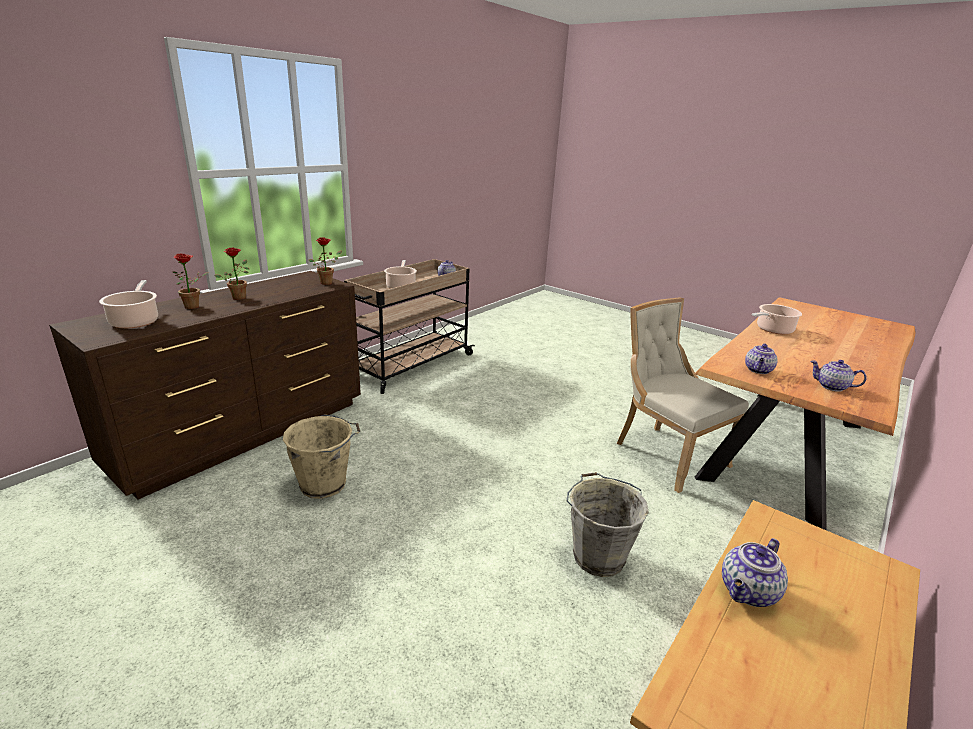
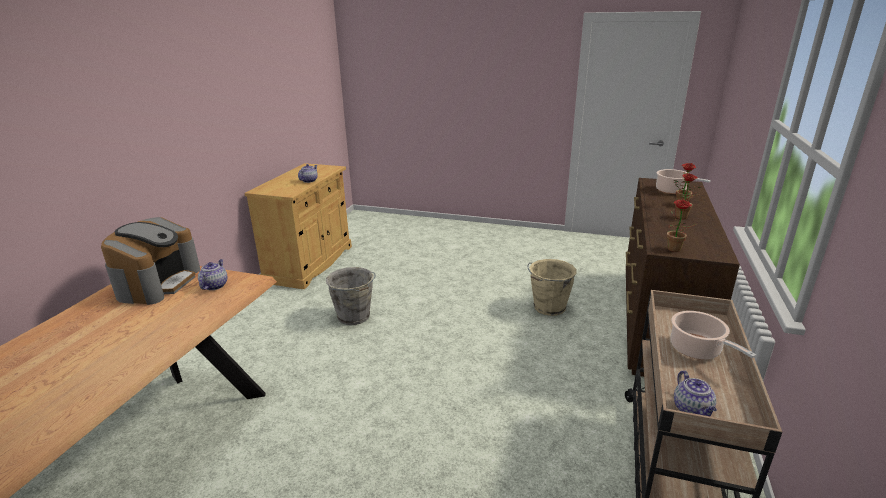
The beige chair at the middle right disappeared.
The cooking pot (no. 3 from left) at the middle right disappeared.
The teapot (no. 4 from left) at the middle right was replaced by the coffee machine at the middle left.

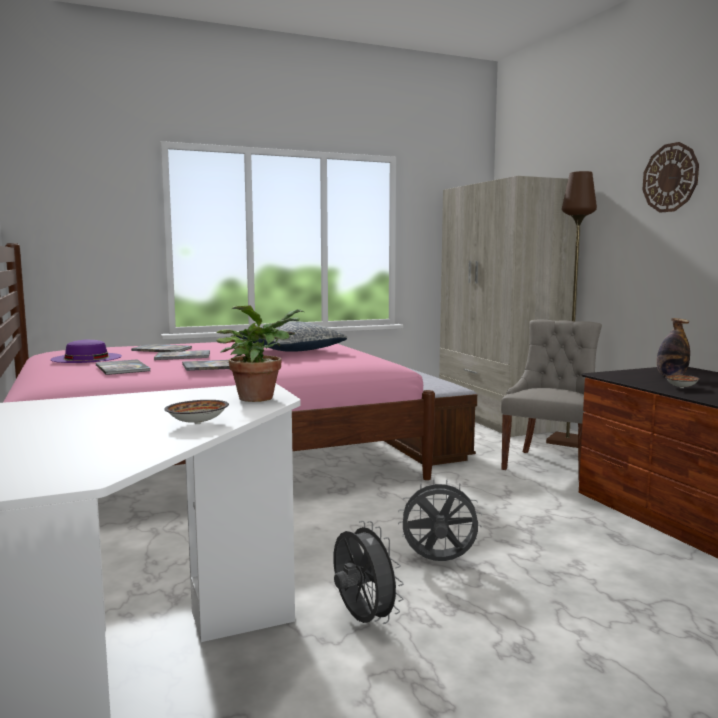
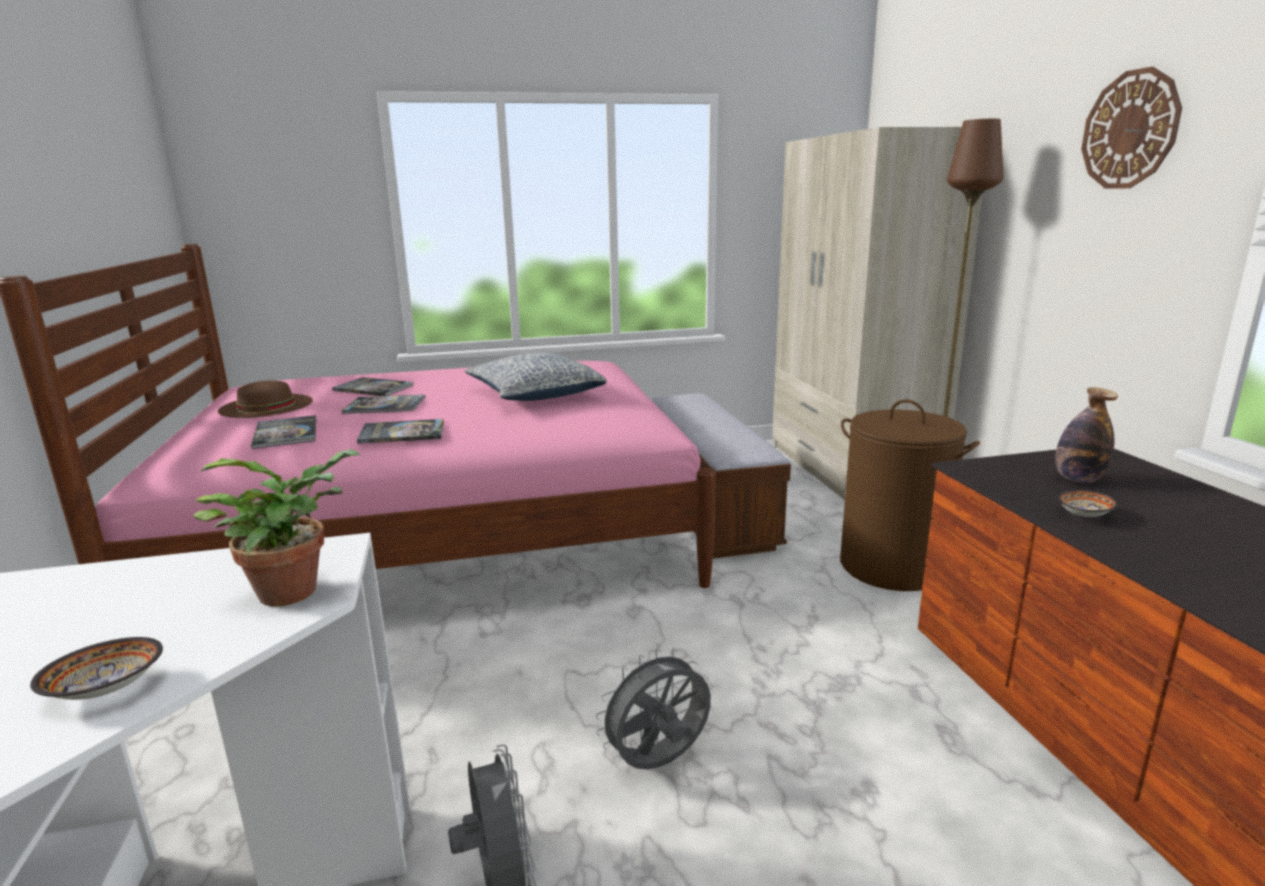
The grey chair at the middle right was replaced by the brown laundry basket at the middle right.
The purple hat at the middle left became the brown hat at the middle left.
The grey fan (no. 2 from left) at the bottom centre turned 45 degrees counterclockwise.

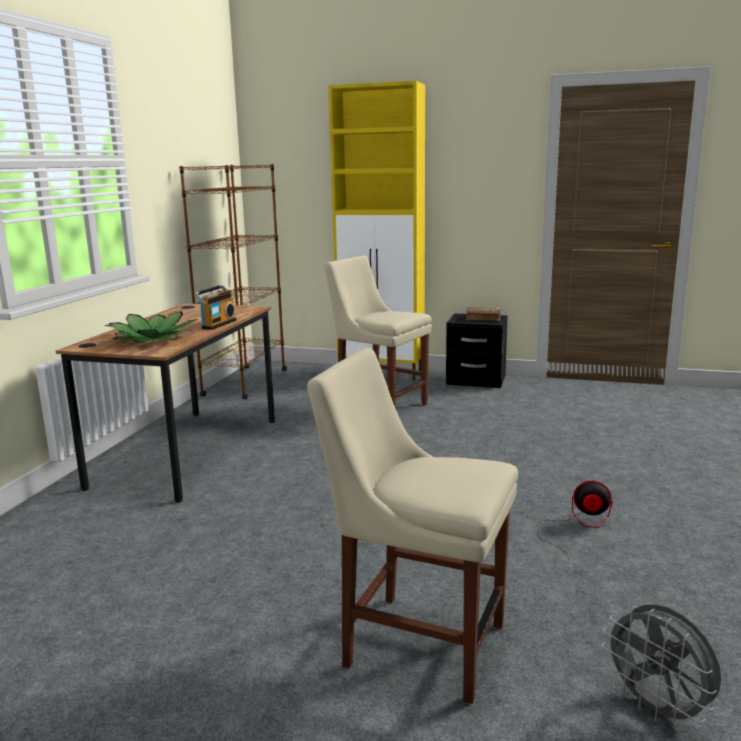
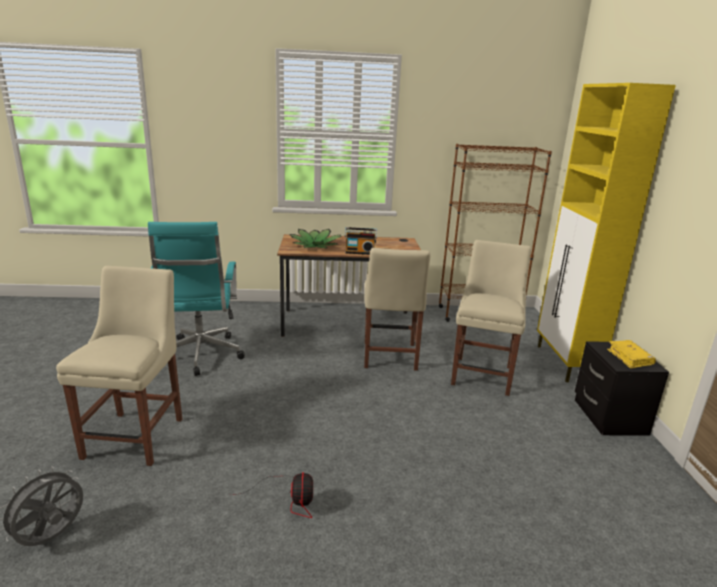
The brown book at the centre became the yellow book at the middle right.
The turquoise office chair at the middle left appeared.
The beige chair (no. 2 from left) at the centre appeared.

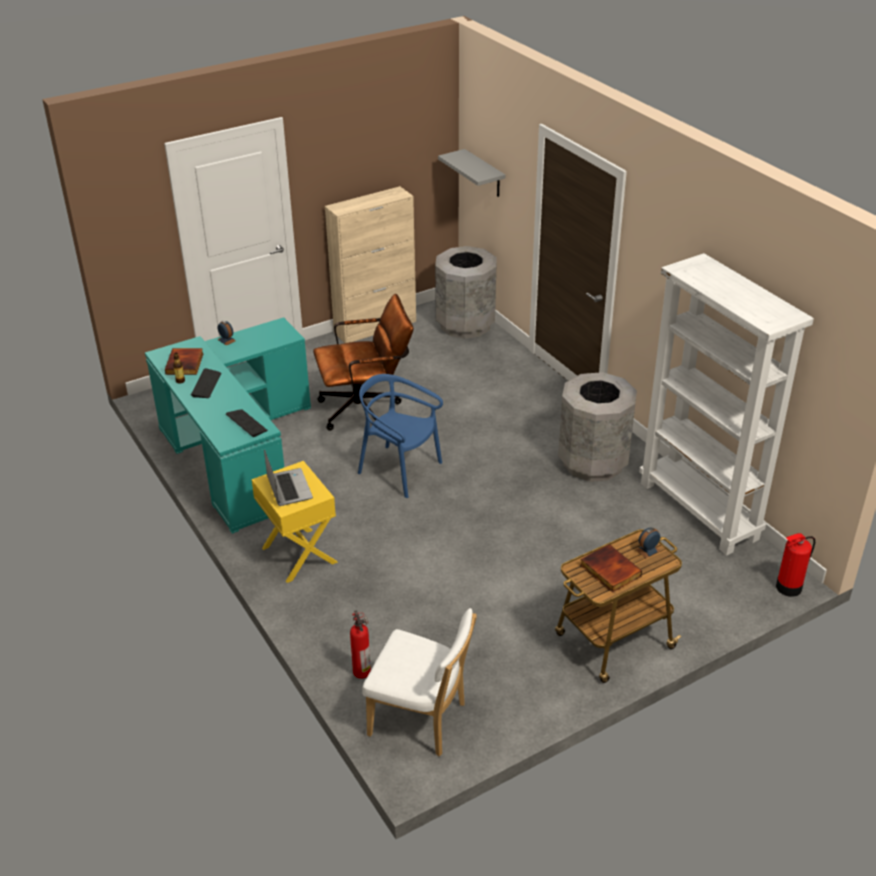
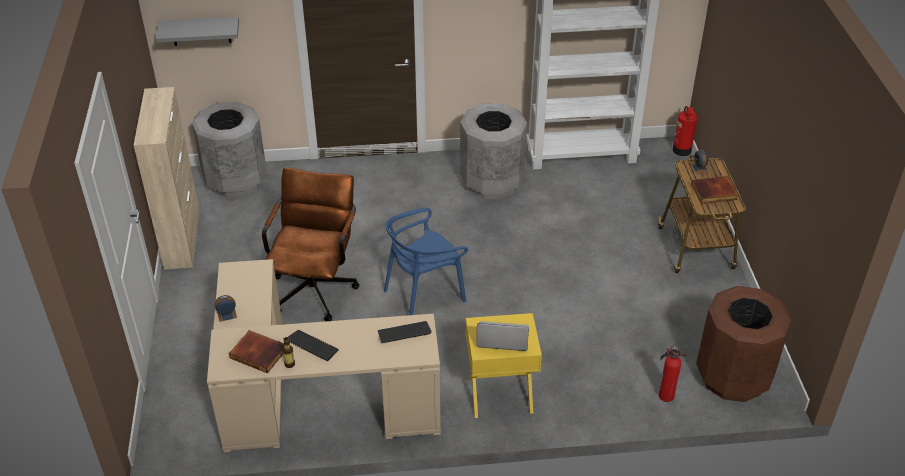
The turquoise desk at the middle left became the beige desk at the bottom centre.
The white chair at the bottom centre was replaced by the brown trash can at the bottom right.

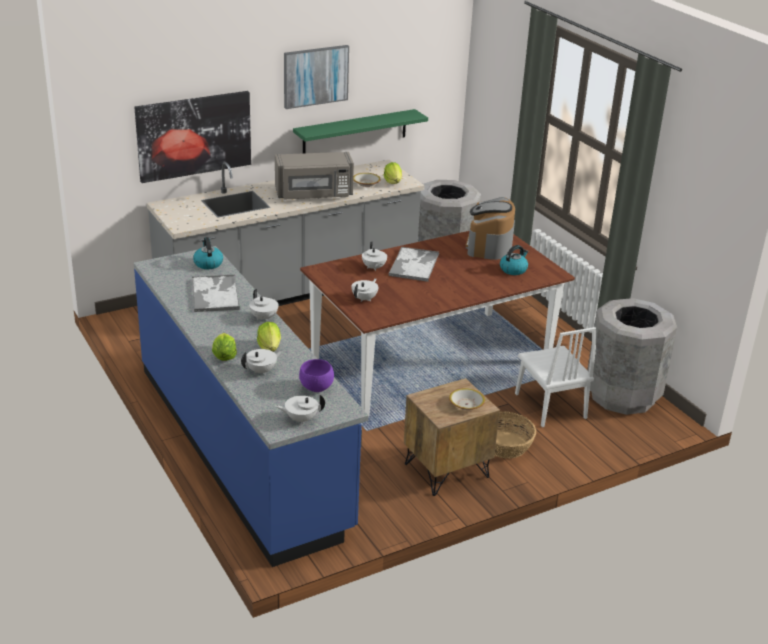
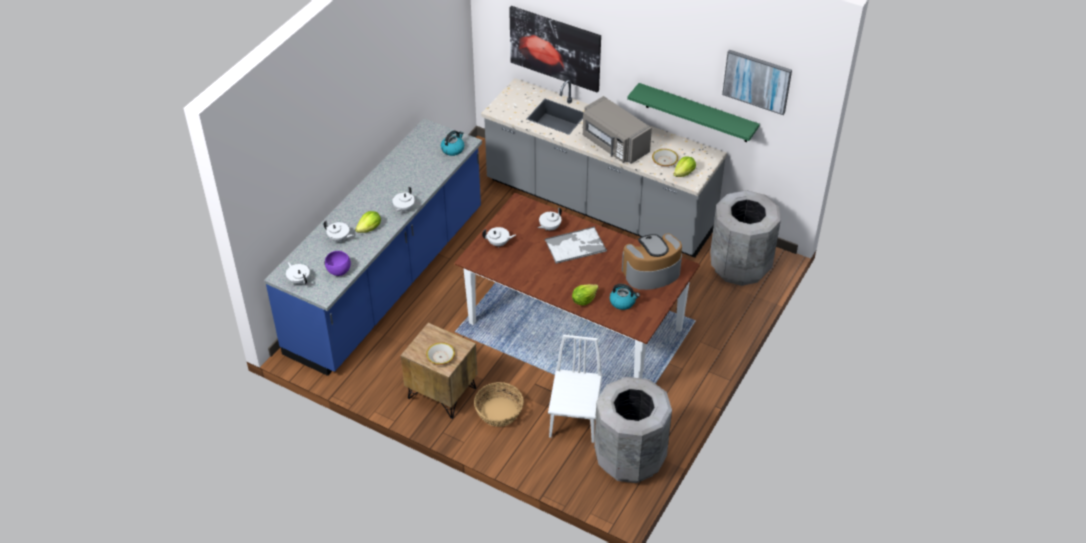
The picture (no. 2 from left) moved from the top centre to the top right.
The tray (no. 1 from left) at the middle left disappeared.
The white chair at the middle right turned 150 degrees clockwise.
The lettuce (no. 1 from left in the first image) moved from the middle left to the centre.

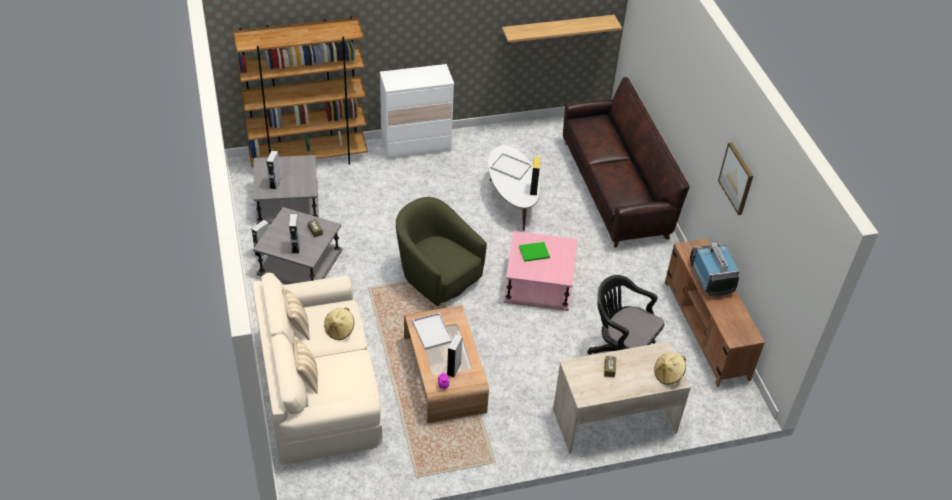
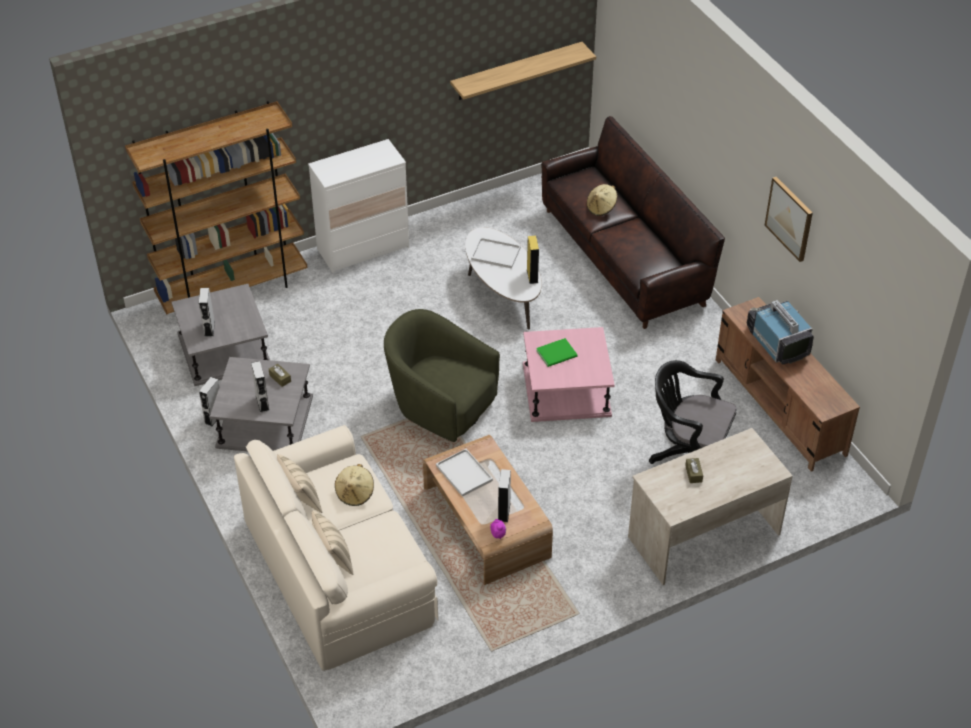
The beige hat (no. 2 from left) moved from the bottom right to the top centre.

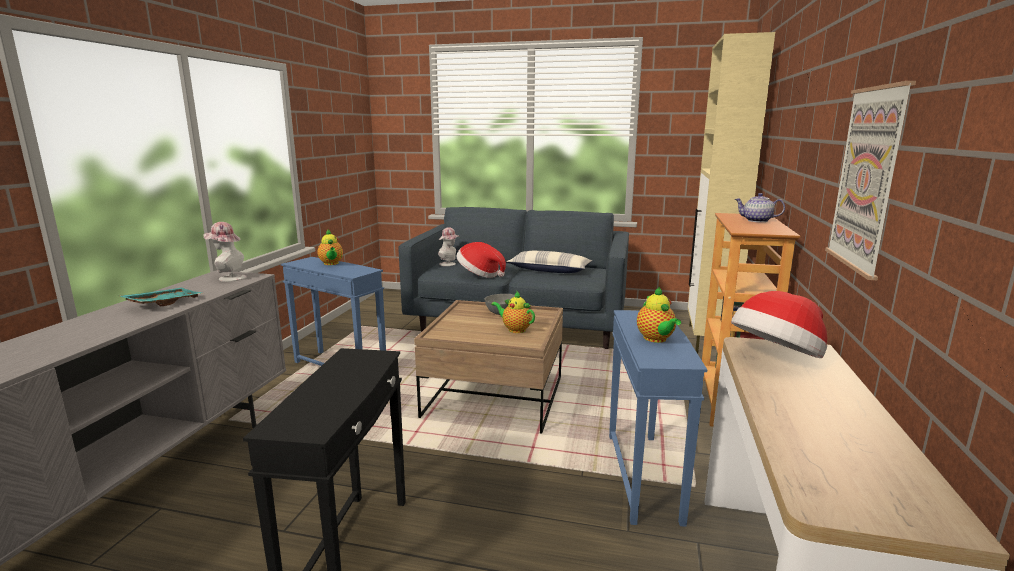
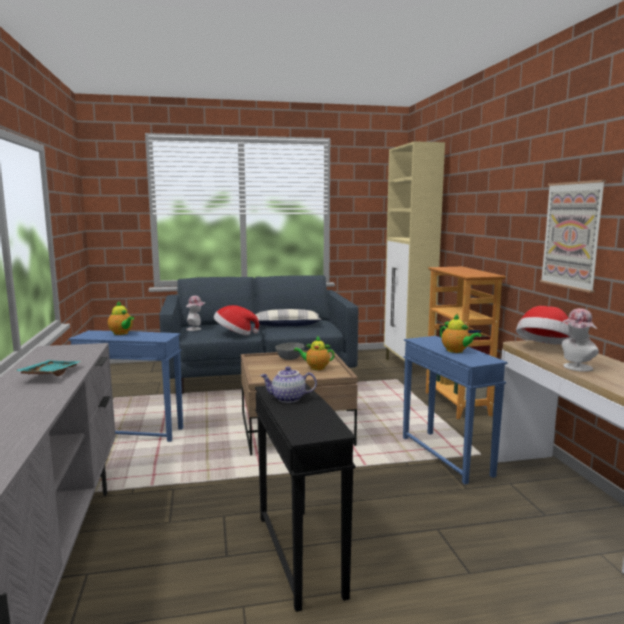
The teapot (no. 4 from left in the first image) moved from the middle right to the centre.
The hat (no. 1 from left in the first image) moved from the middle left to the middle right.

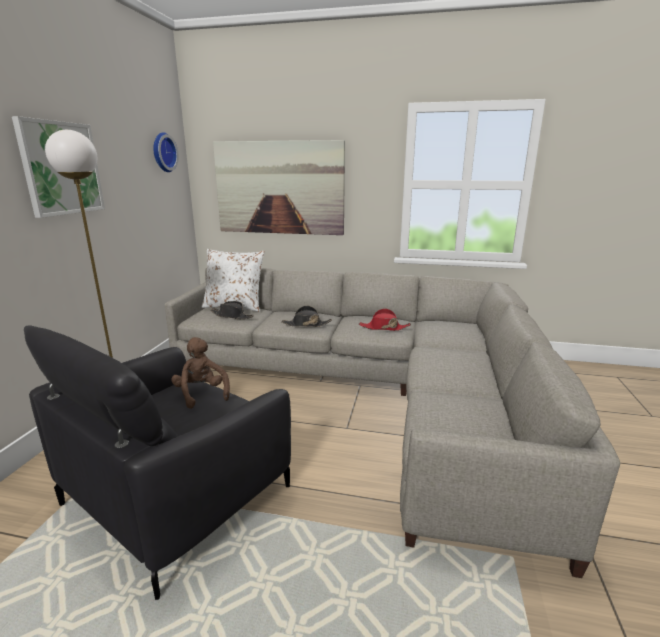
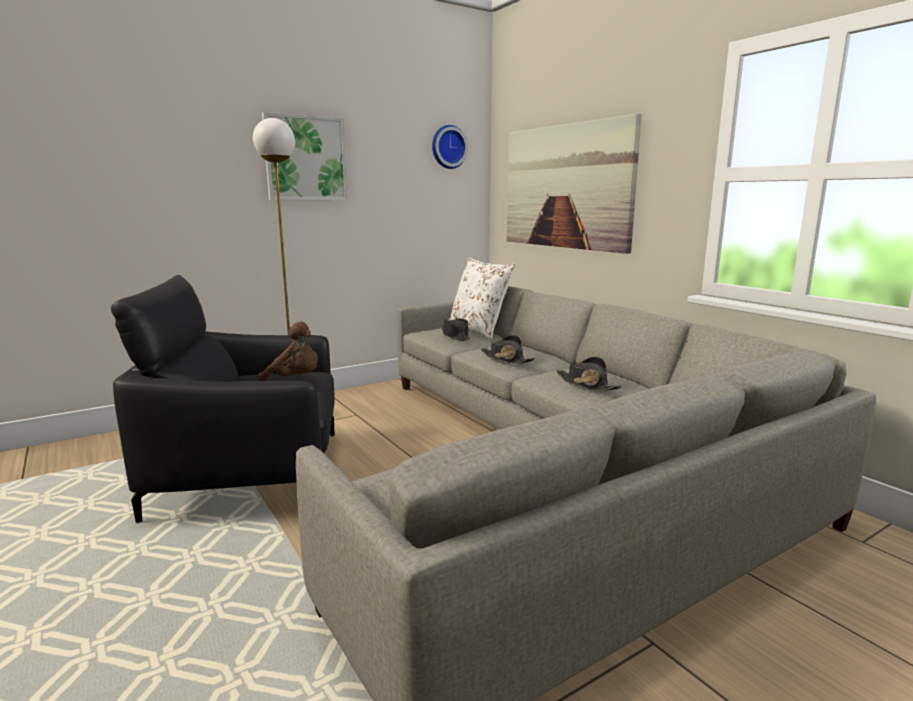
The red hat at the centre became the black hat (no. 3 from left) at the centre.
The brown plush toy at the middle left turned 90 degrees clockwise.

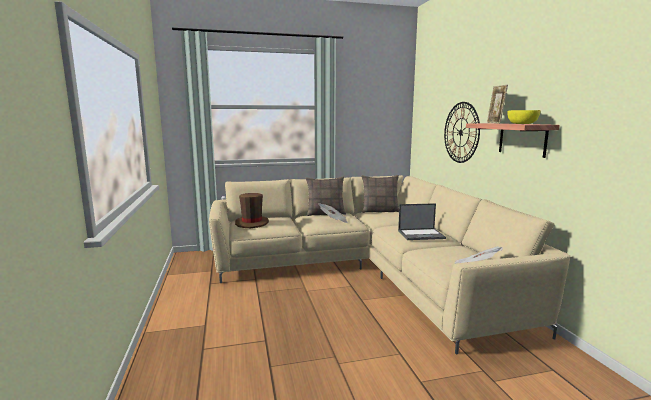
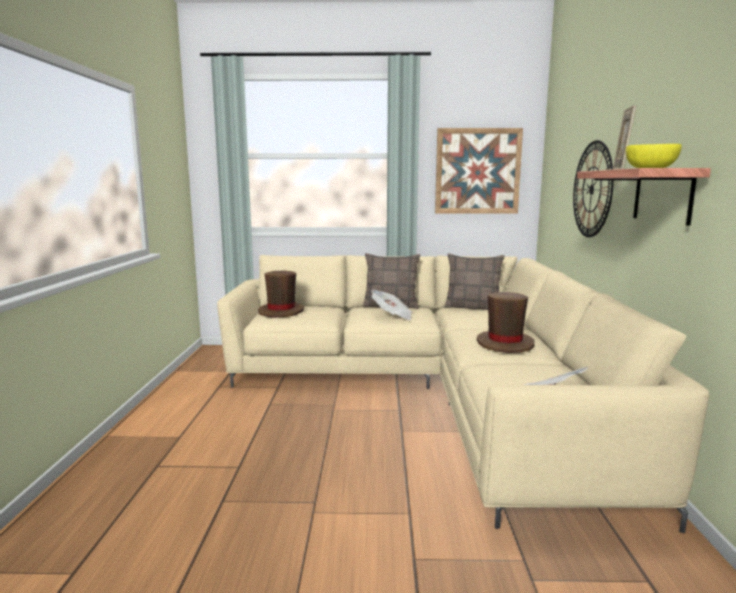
The laptop at the centre was replaced by the brown hat (no. 2 from left) at the middle right.
The picture at the top centre appeared.

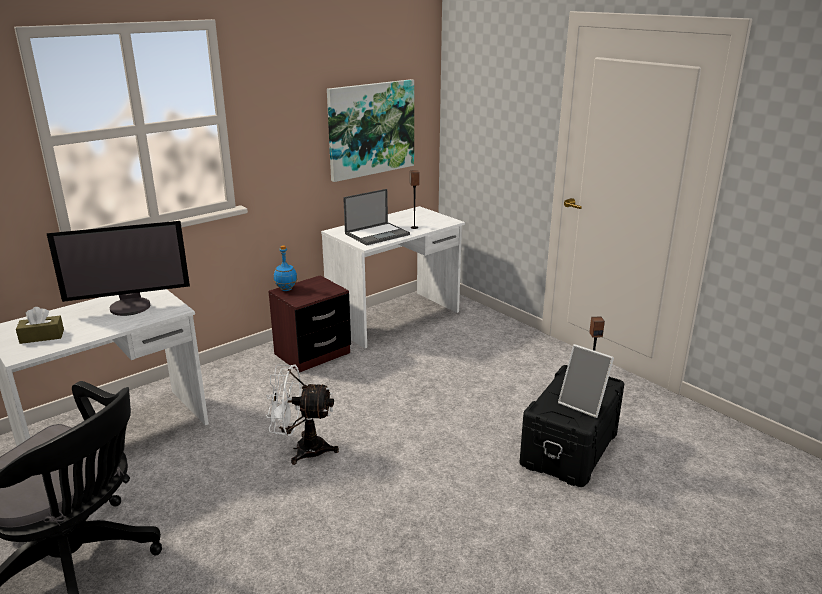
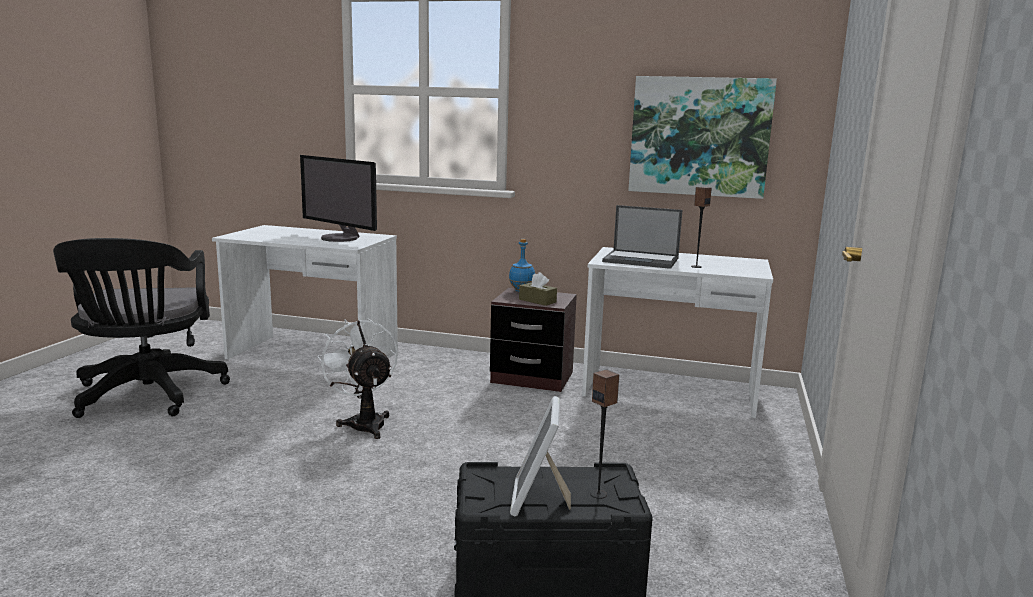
The brown tissue box moved from the middle left to the centre.

